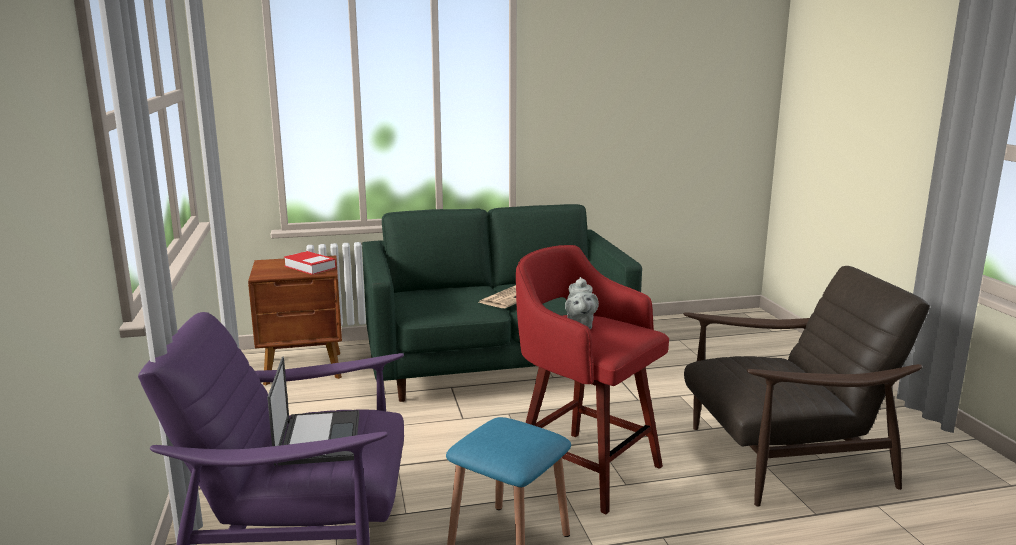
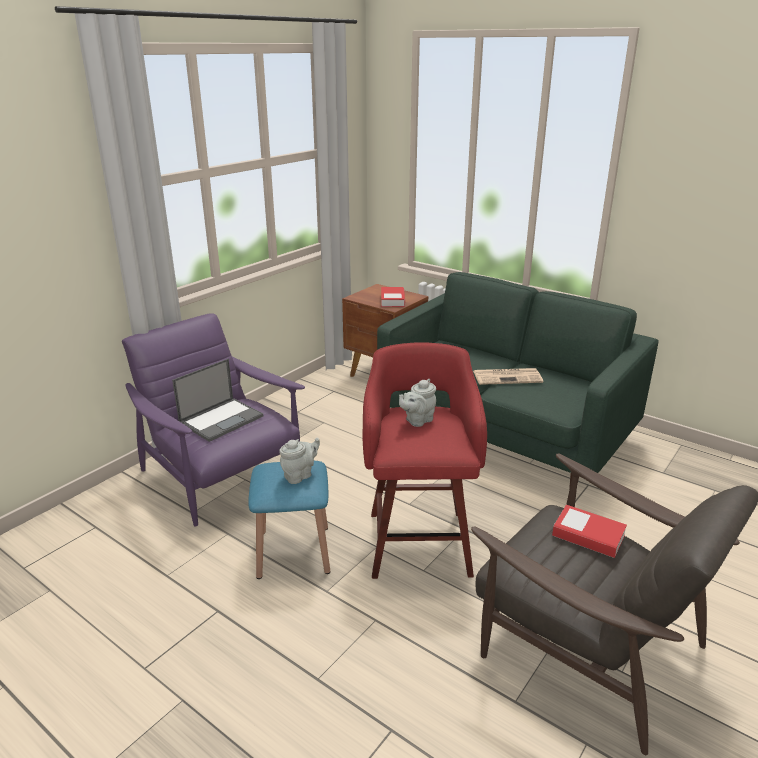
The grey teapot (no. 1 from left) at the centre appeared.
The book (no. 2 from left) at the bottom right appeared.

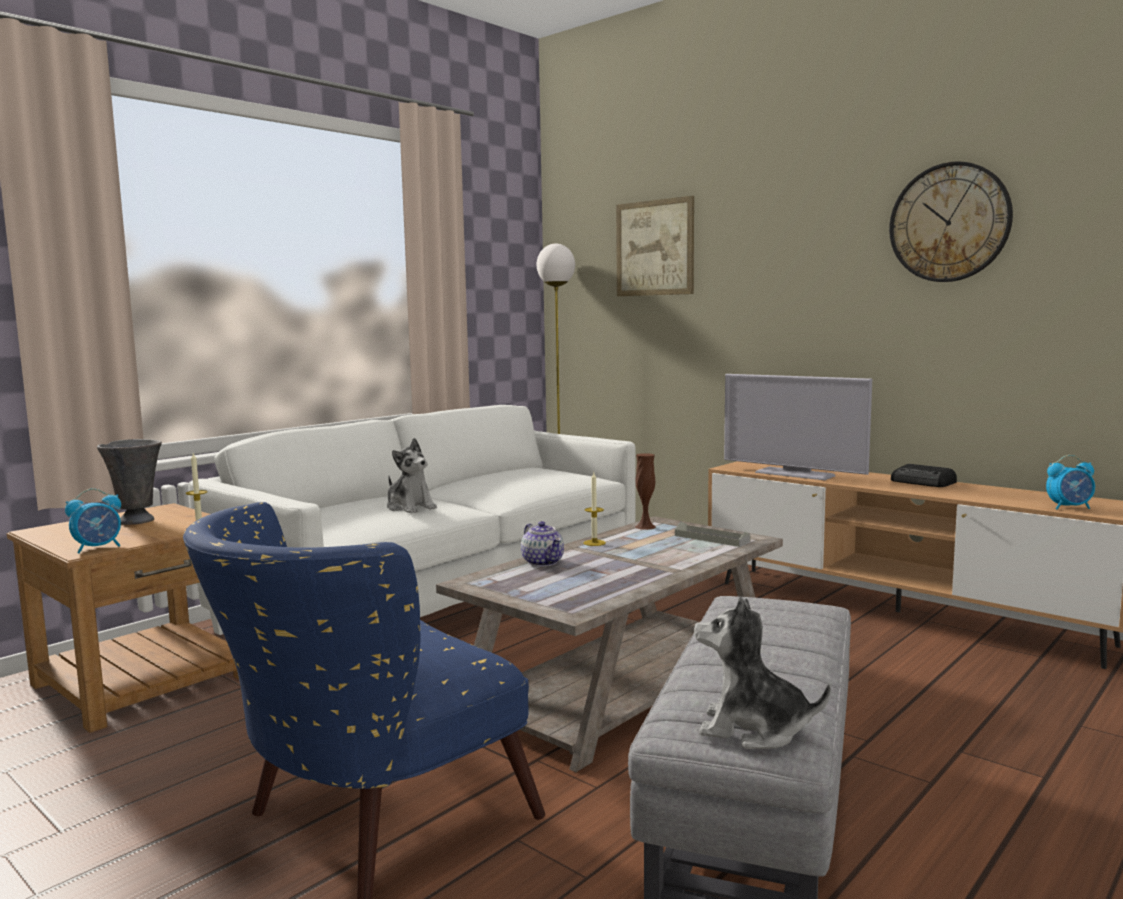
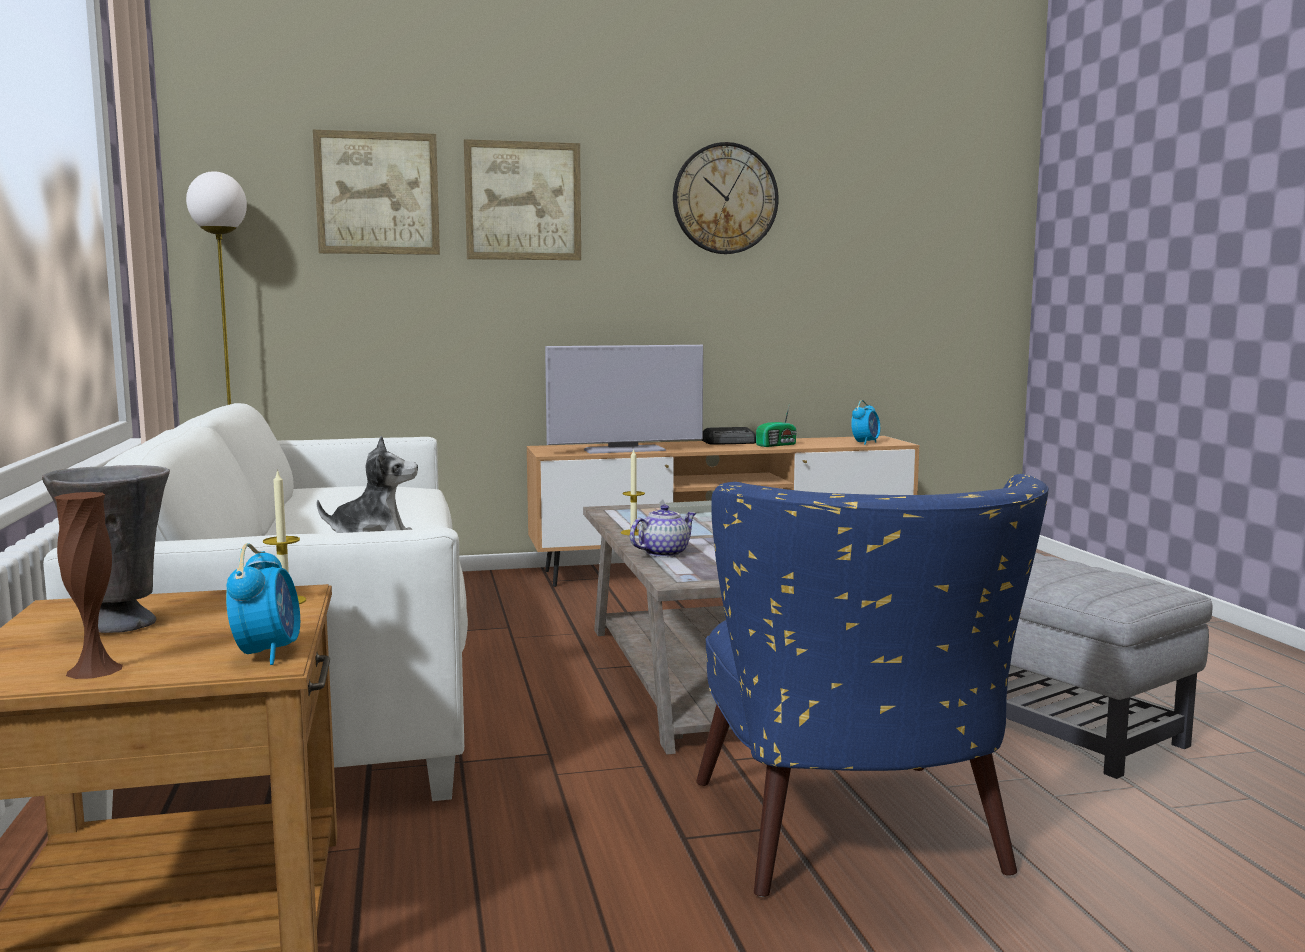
The brown vase moved from the centre to the middle left.
The teapot at the centre turned 45 degrees counterclockwise.
The plush toy (no. 2 from left) at the bottom right disappeared.
The picture (no. 2 from left) at the top centre appeared.
The radio (no. 2 from left) at the centre appeared.

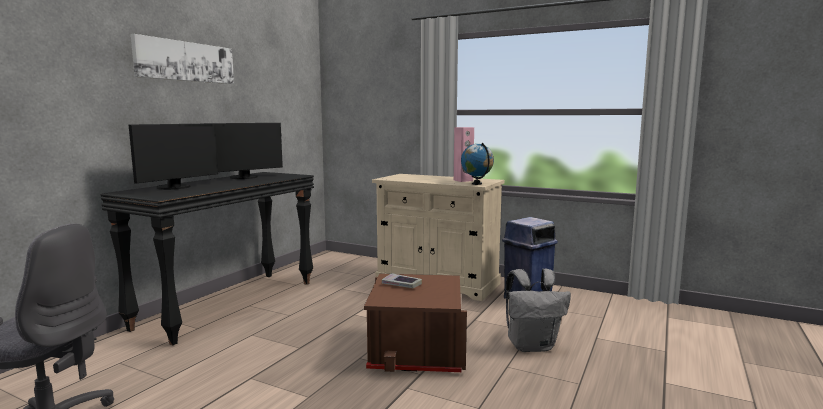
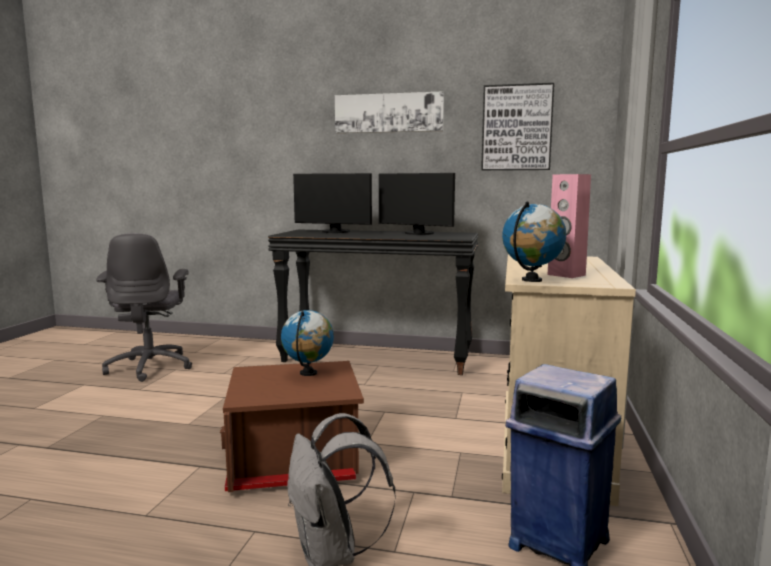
The book at the bottom centre was replaced by the globe (no. 1 from left) at the centre.
The picture (no. 2 from left) at the top right appeared.

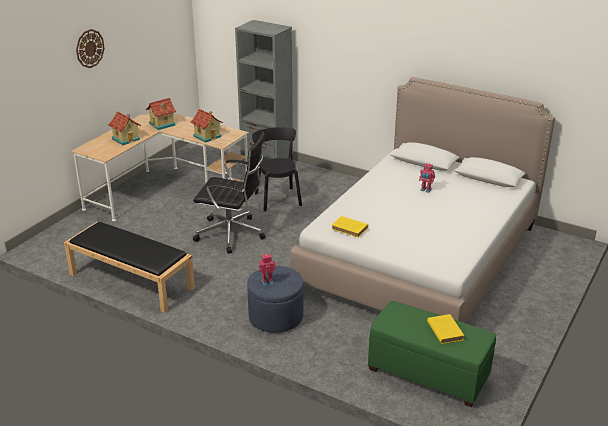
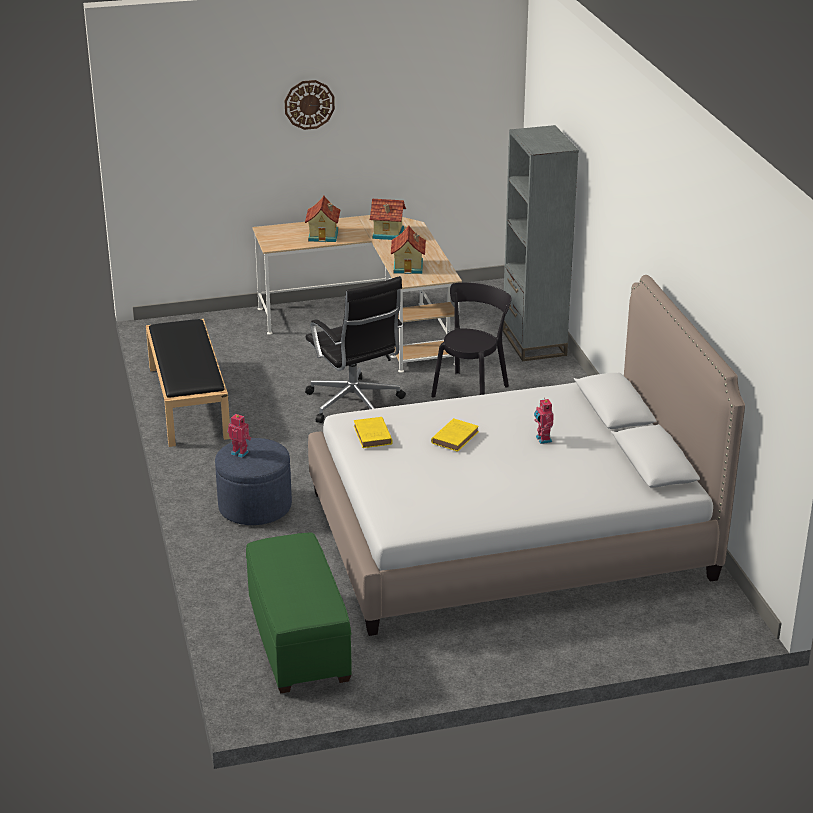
The yellow book (no. 2 from left) moved from the bottom right to the centre.

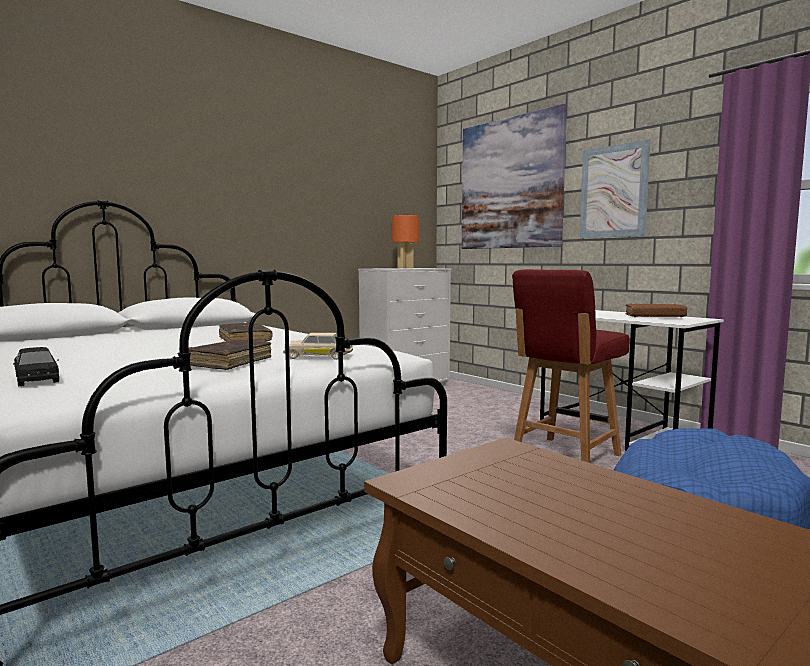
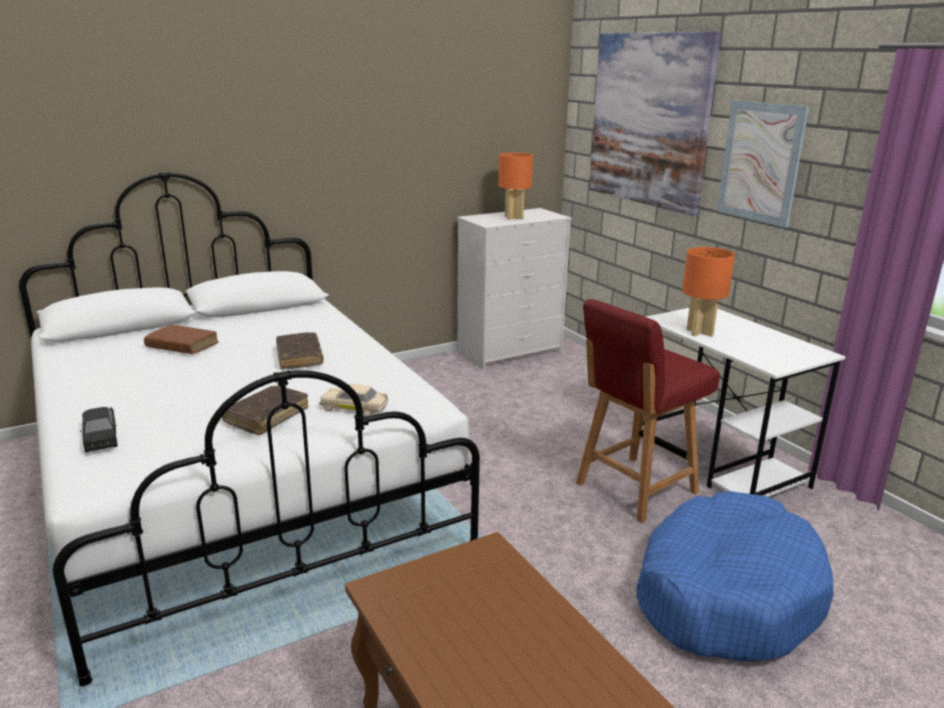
The brown book (no. 3 from left in the first image) moved from the middle right to the middle left.
The orange table lamp (no. 2 from left) at the middle right appeared.

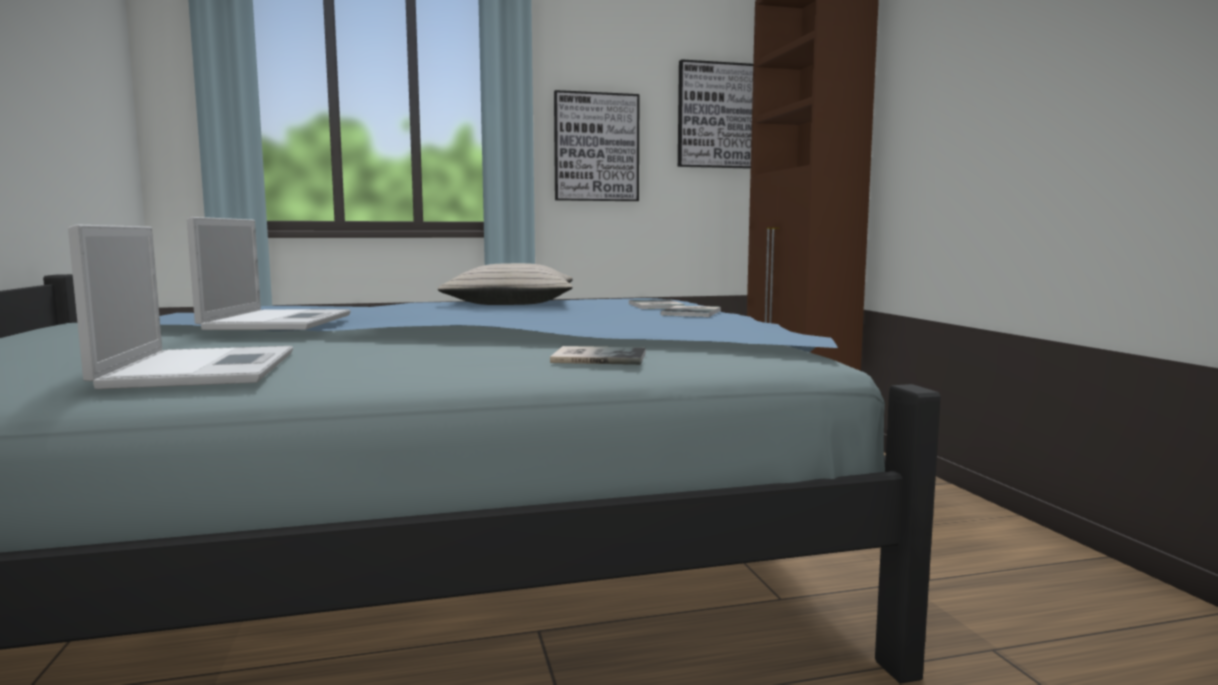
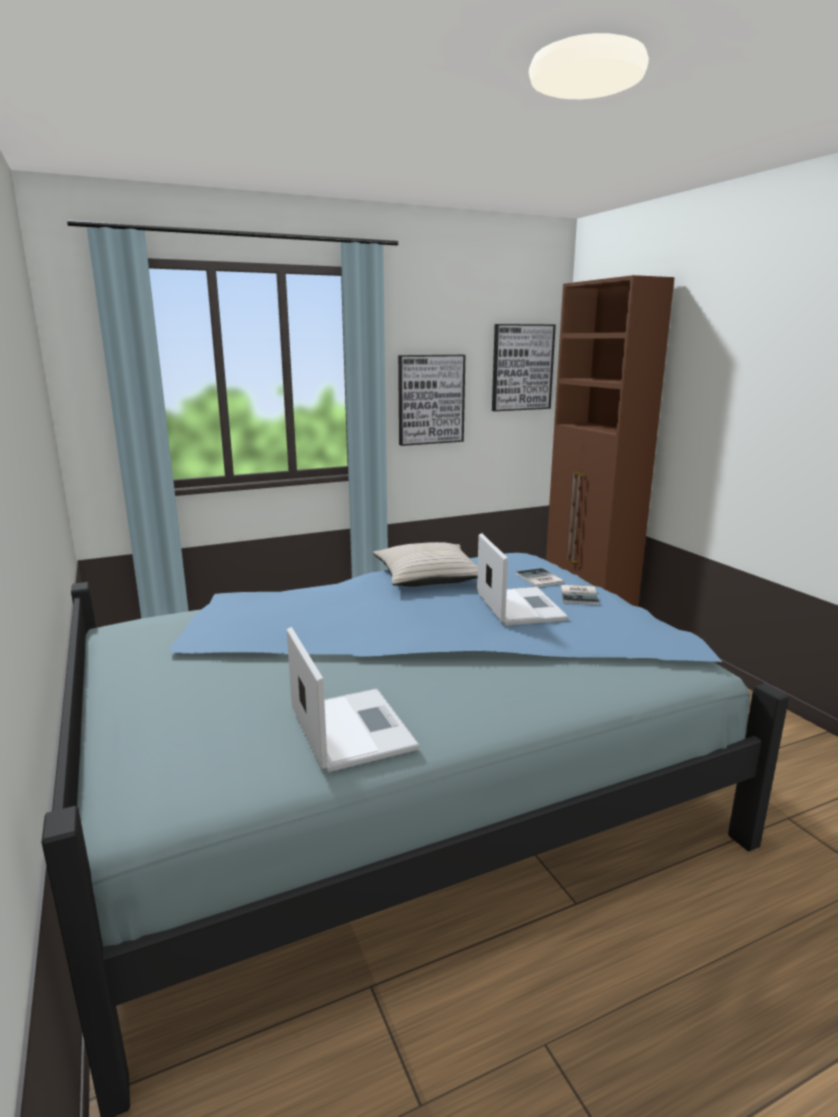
The laptop (no. 2 from left) moved from the middle left to the centre.
The book (no. 1 from left) at the centre disappeared.

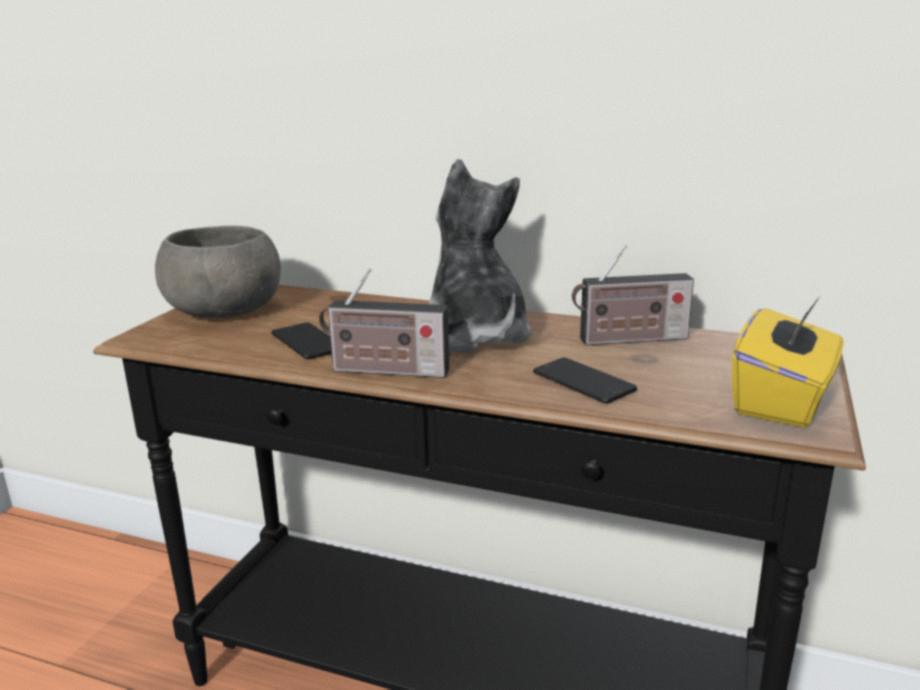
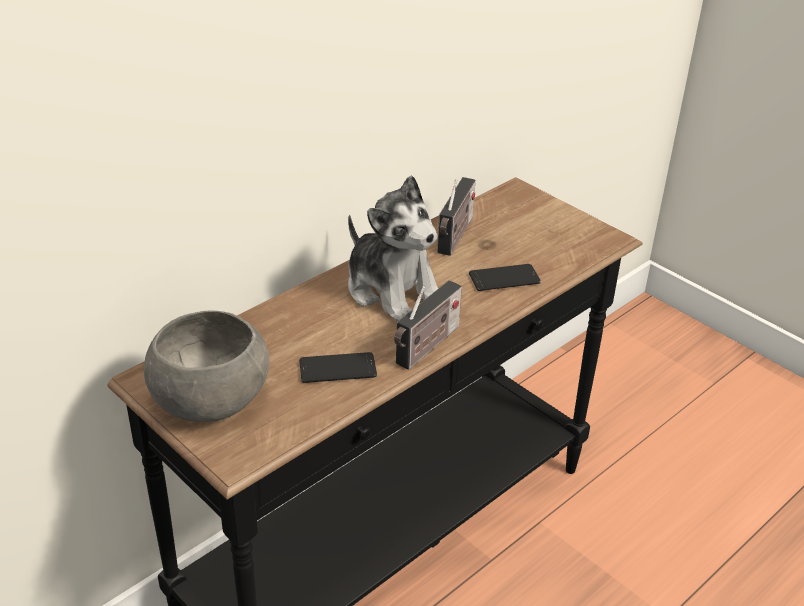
The plush toy at the centre turned 135 degrees counterclockwise.
The yellow tissue box at the middle right disappeared.

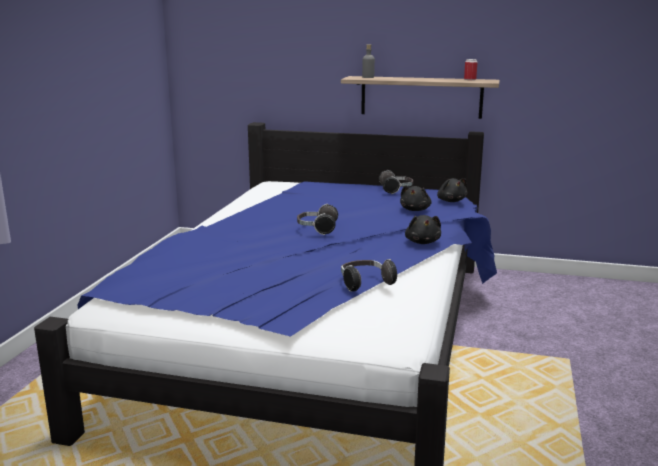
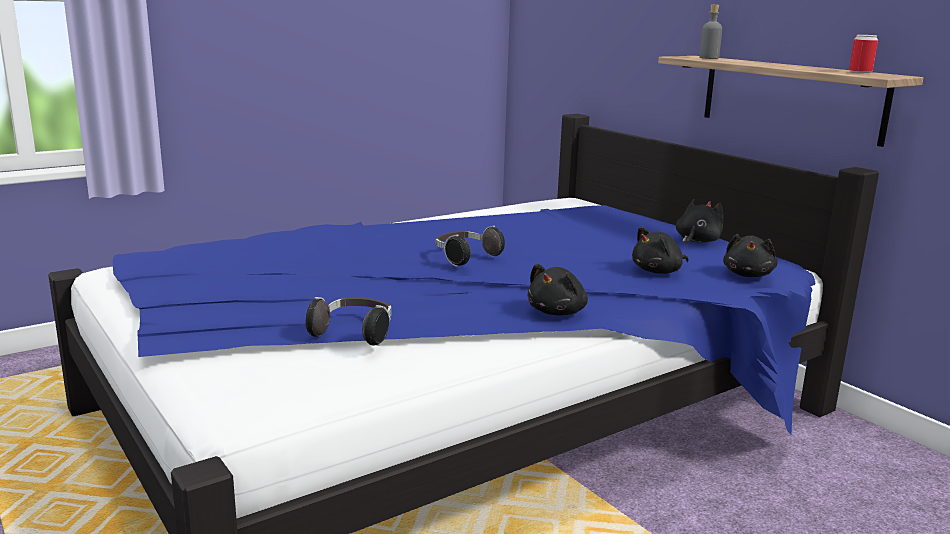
The headphones (no. 3 from left) at the centre was replaced by the black plush toy (no. 3 from left) at the middle right.

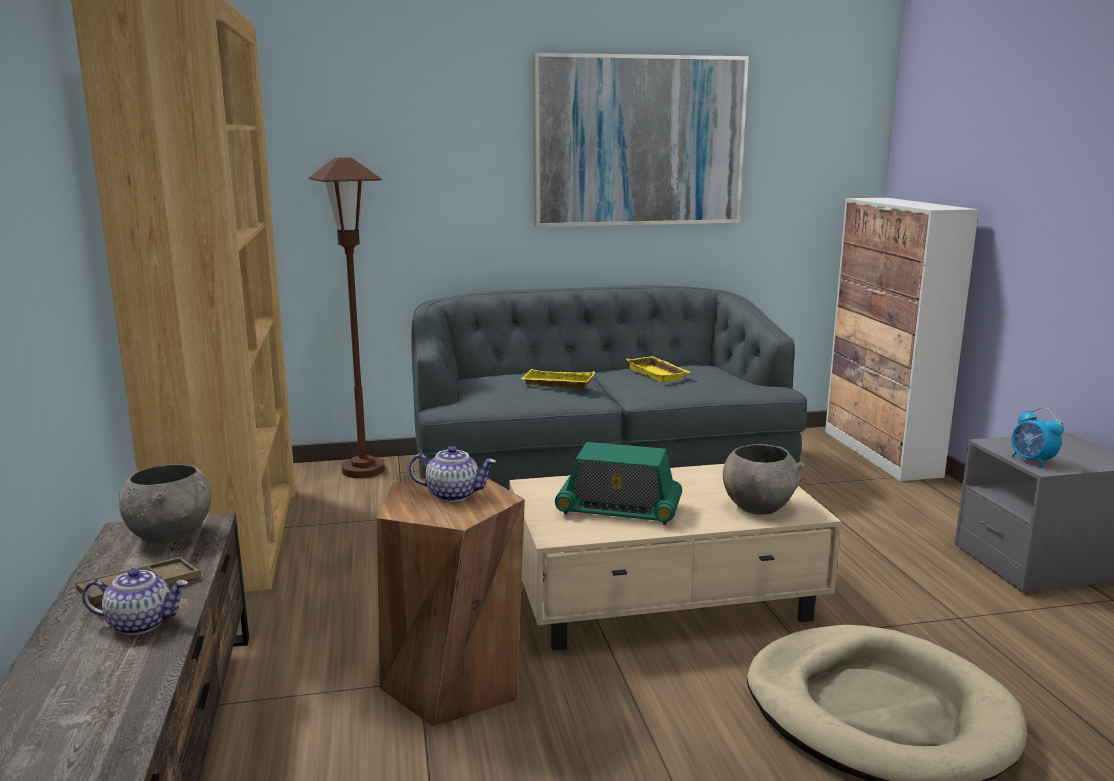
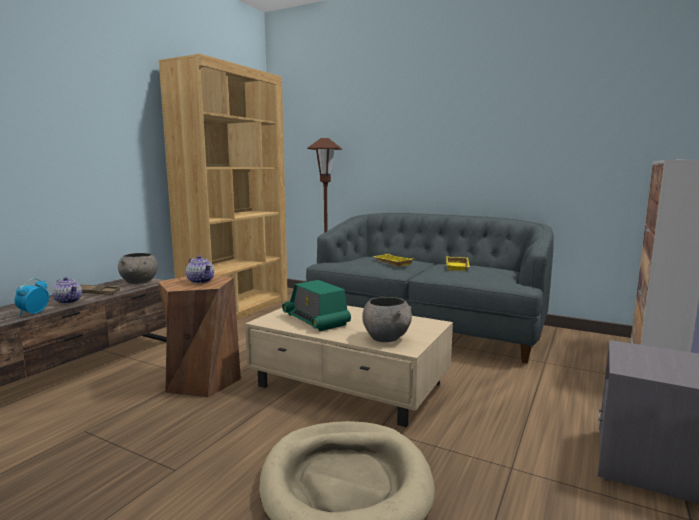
The picture at the top centre disappeared.
The alarm clock moved from the middle right to the middle left.

